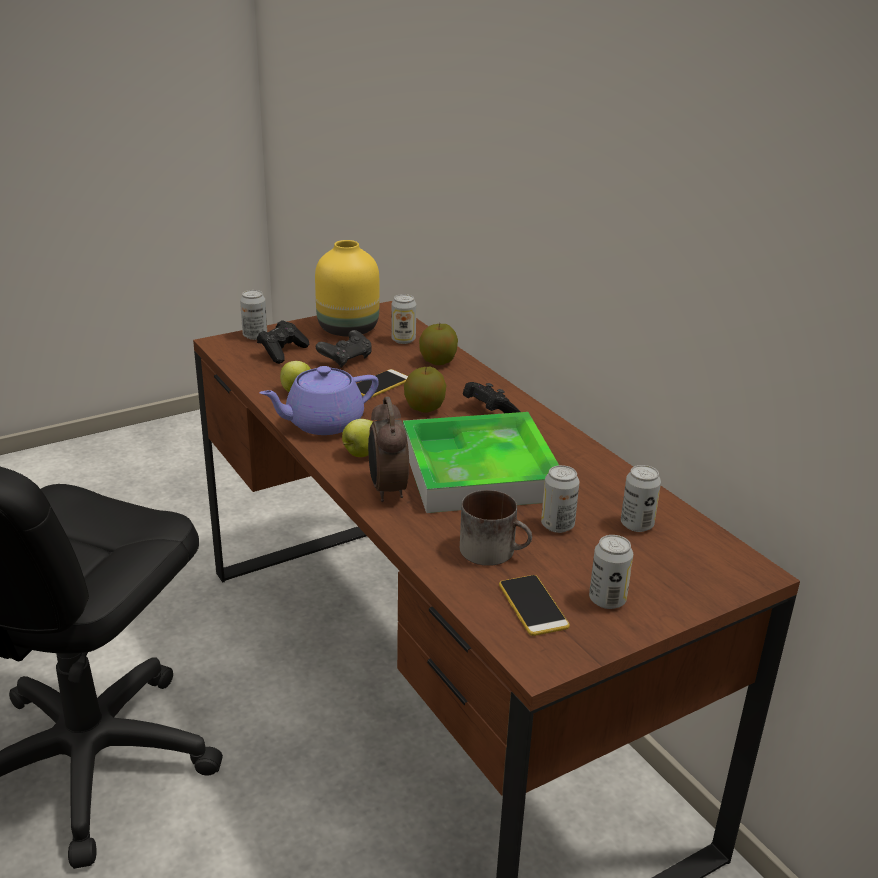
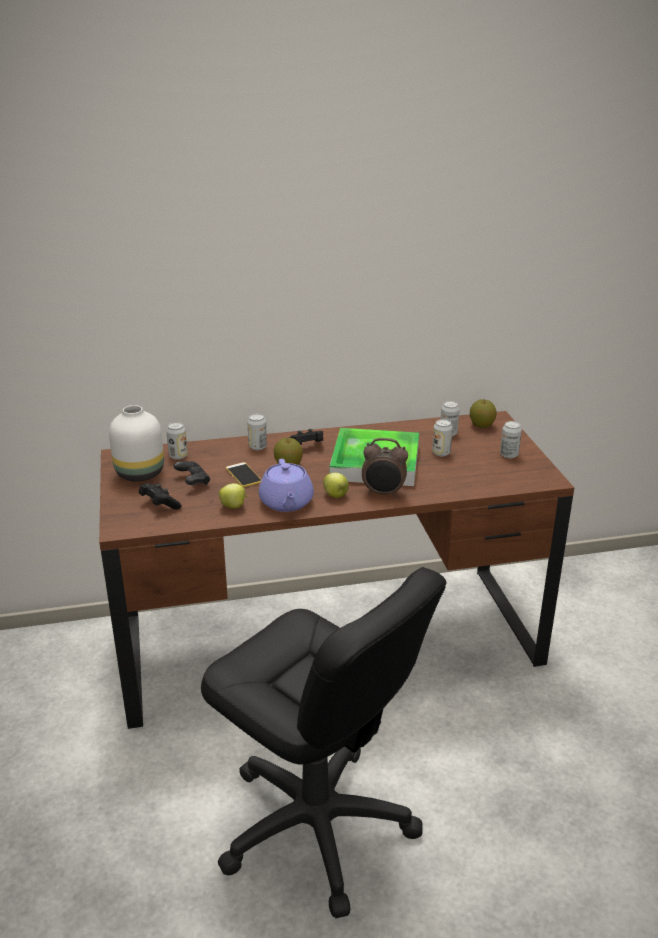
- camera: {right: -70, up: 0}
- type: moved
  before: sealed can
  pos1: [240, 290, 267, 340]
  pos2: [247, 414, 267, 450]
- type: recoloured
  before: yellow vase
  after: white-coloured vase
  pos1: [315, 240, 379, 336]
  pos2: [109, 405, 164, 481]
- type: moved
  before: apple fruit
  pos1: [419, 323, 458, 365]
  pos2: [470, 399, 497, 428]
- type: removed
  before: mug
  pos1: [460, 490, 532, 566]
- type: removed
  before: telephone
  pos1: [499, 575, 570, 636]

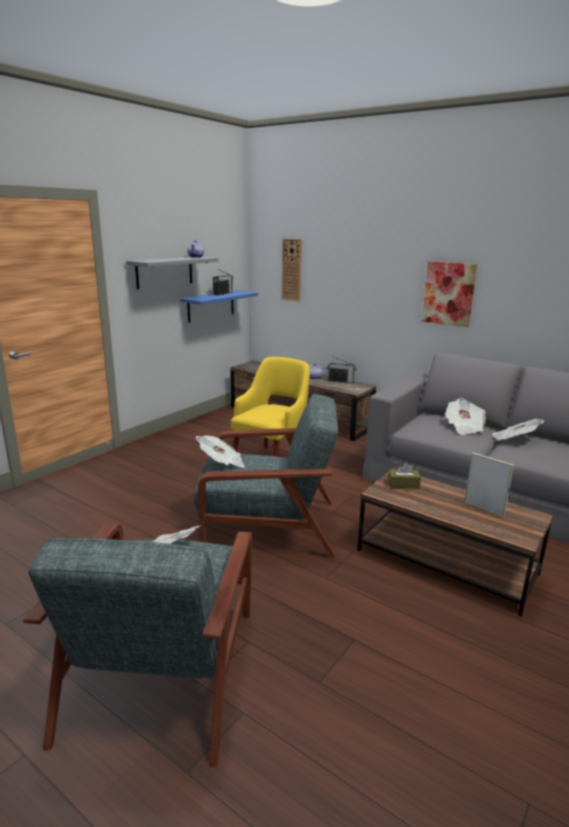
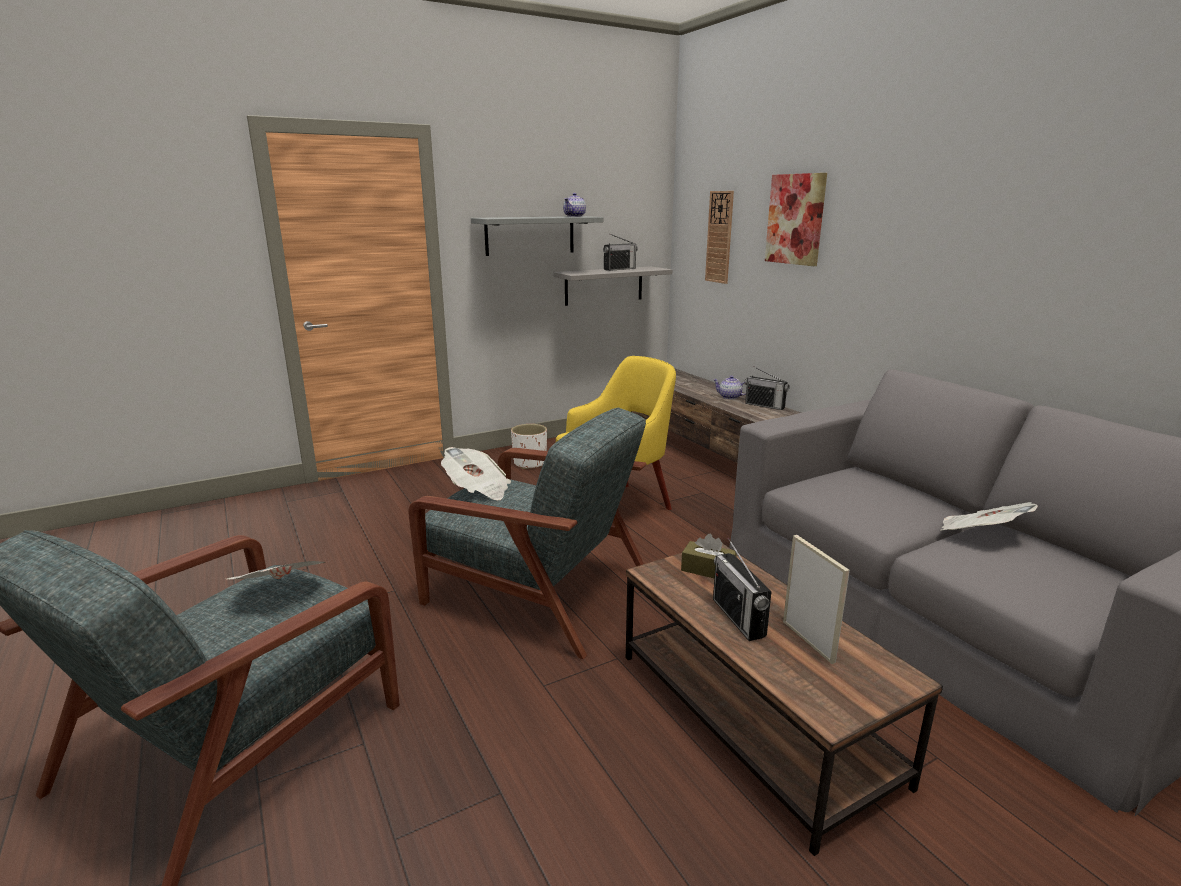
- camera: {right: 25, up: 0}
- type: recoloured
  before: bluish shelf
  after: grey shelf
  pos1: [180, 290, 258, 323]
  pos2: [553, 266, 672, 306]
- type: moved
  before: wall picture
  pos1: [422, 261, 477, 327]
  pos2: [765, 173, 827, 266]
- type: removed
  before: printed paper
  pos1: [445, 398, 486, 435]
- type: added
  after: white-coloured flower pot
  pos2: [511, 424, 547, 469]
- type: added
  after: radio set
  pos2: [713, 538, 772, 641]

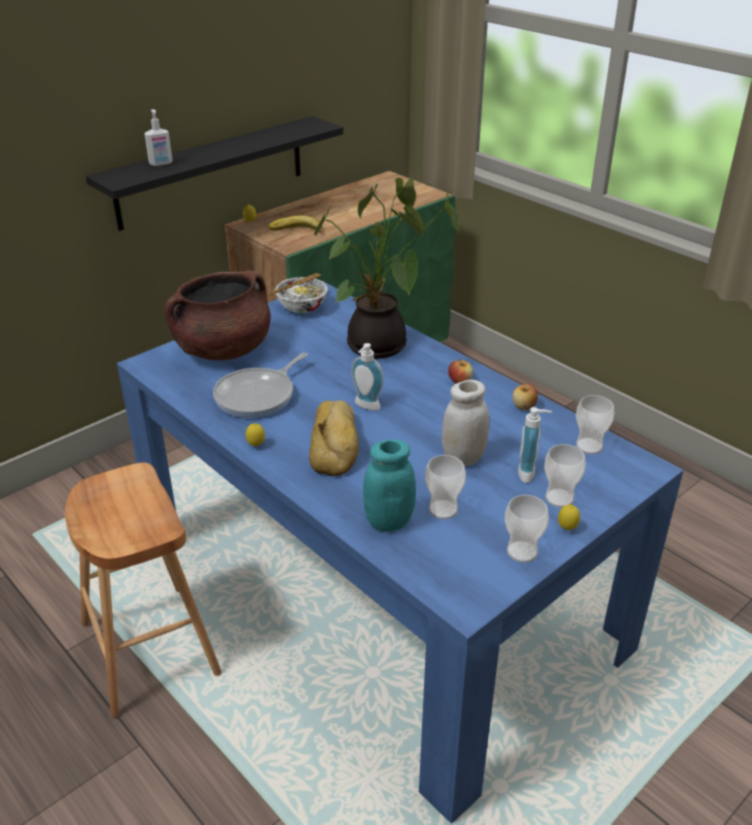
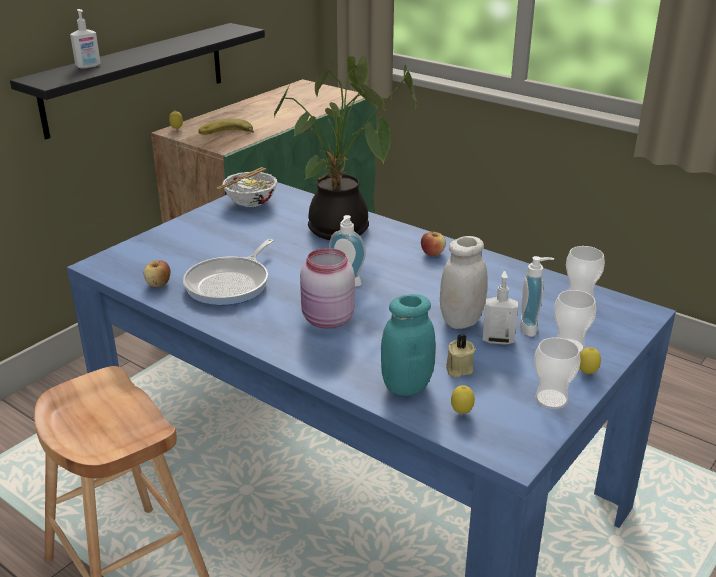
- camera: {right: -10, up: -5}
- type: removed
  before: brown-coloured cooking pot
  pos1: [165, 271, 271, 360]
- type: moved
  before: whole lemon
  pos1: [246, 423, 265, 446]
  pos2: [451, 385, 475, 414]
- type: replaced
  before: bakery bread
  after: pink preserve jar
  pos1: [309, 400, 359, 476]
  pos2: [300, 248, 355, 329]
- type: replaced
  before: small cup
  after: beige-coloured wax candle
  pos1: [425, 455, 466, 519]
  pos2: [446, 335, 475, 378]
- type: moved
  before: apple fruit
  pos1: [512, 384, 538, 410]
  pos2: [144, 260, 170, 287]
- type: added
  after: soap bottle
  pos2: [483, 271, 518, 345]

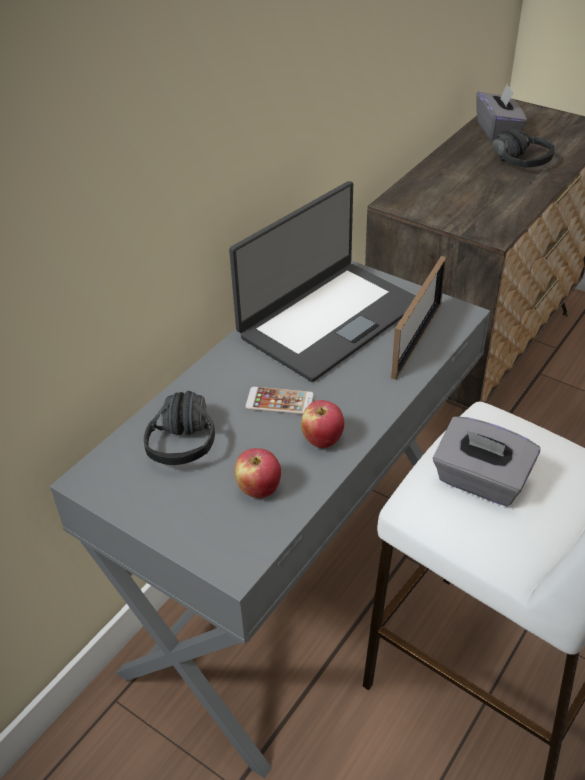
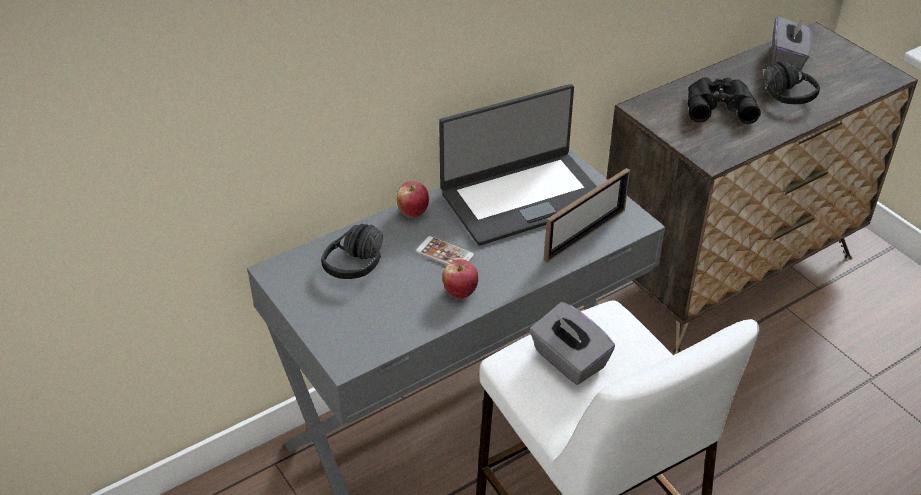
- camera: {right: 20, up: 0}
- type: moved
  before: apple fruit
  pos1: [235, 448, 281, 498]
  pos2: [397, 181, 429, 218]
- type: added
  after: black field glasses
  pos2: [688, 77, 761, 124]

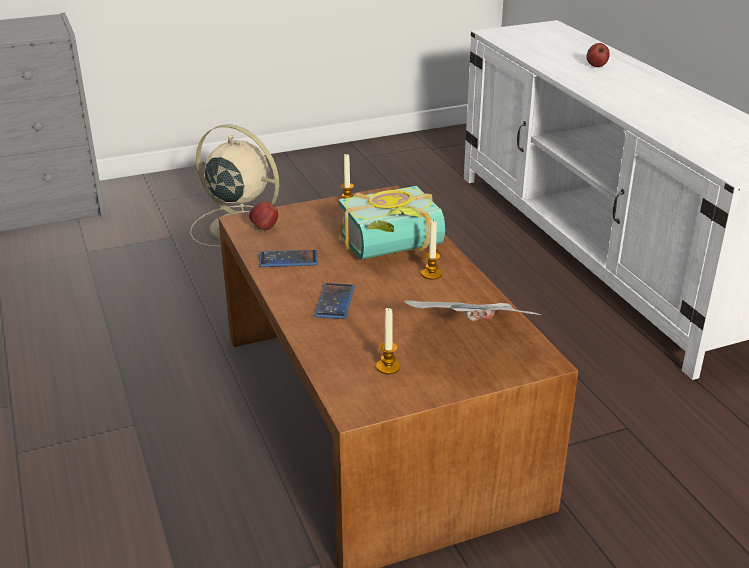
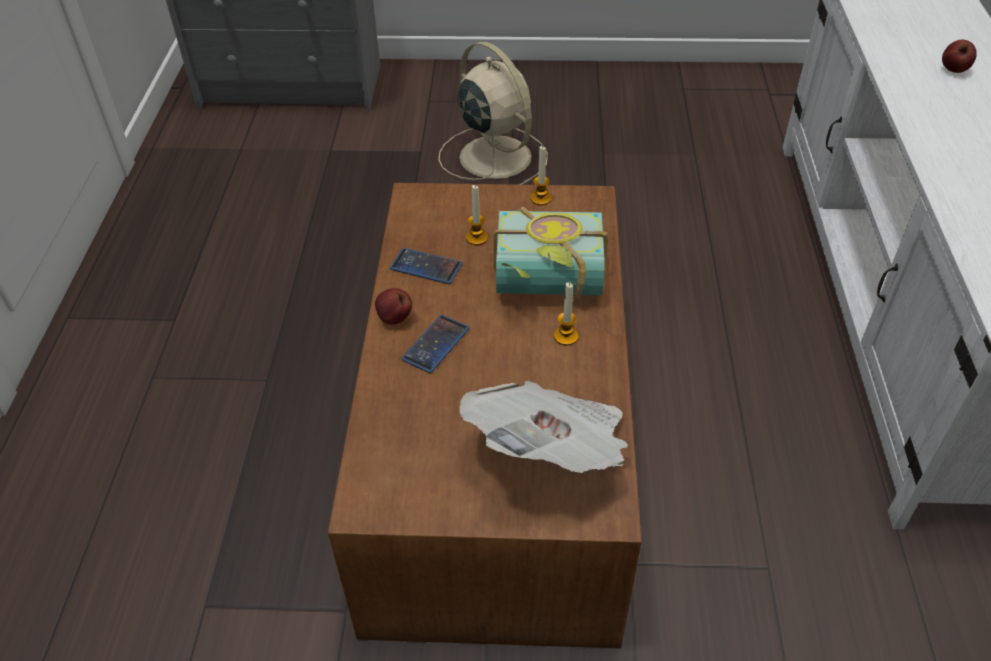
- camera: {right: 25, up: 15}
- type: moved
  before: apple fruit
  pos1: [249, 201, 278, 230]
  pos2: [375, 288, 412, 325]
- type: moved
  before: wax candle
  pos1: [376, 307, 400, 374]
  pos2: [466, 185, 488, 245]

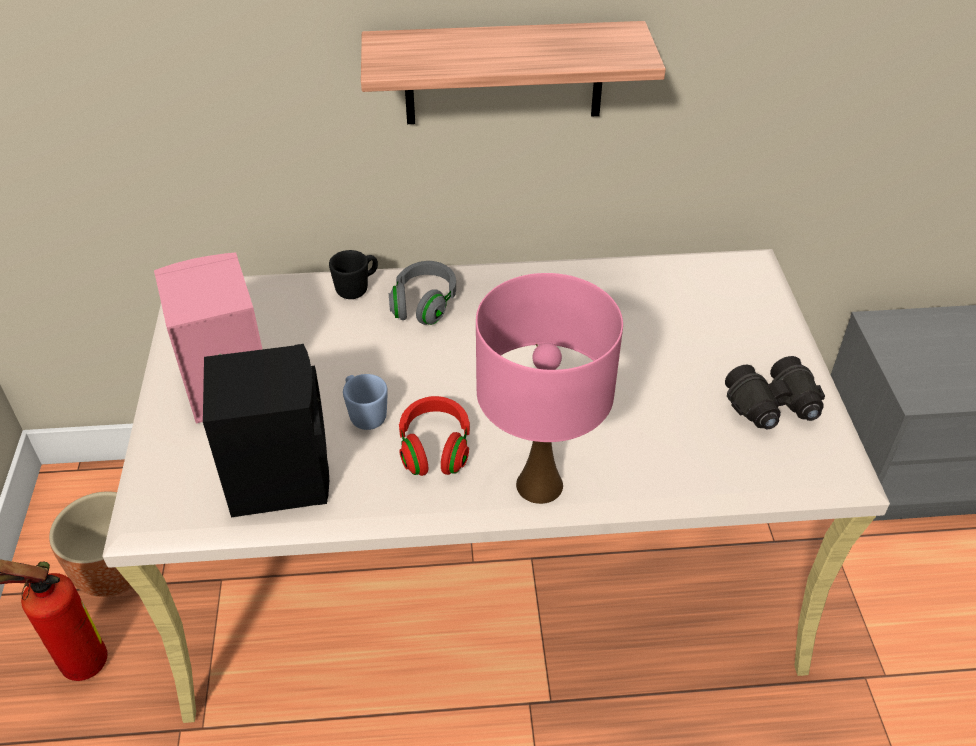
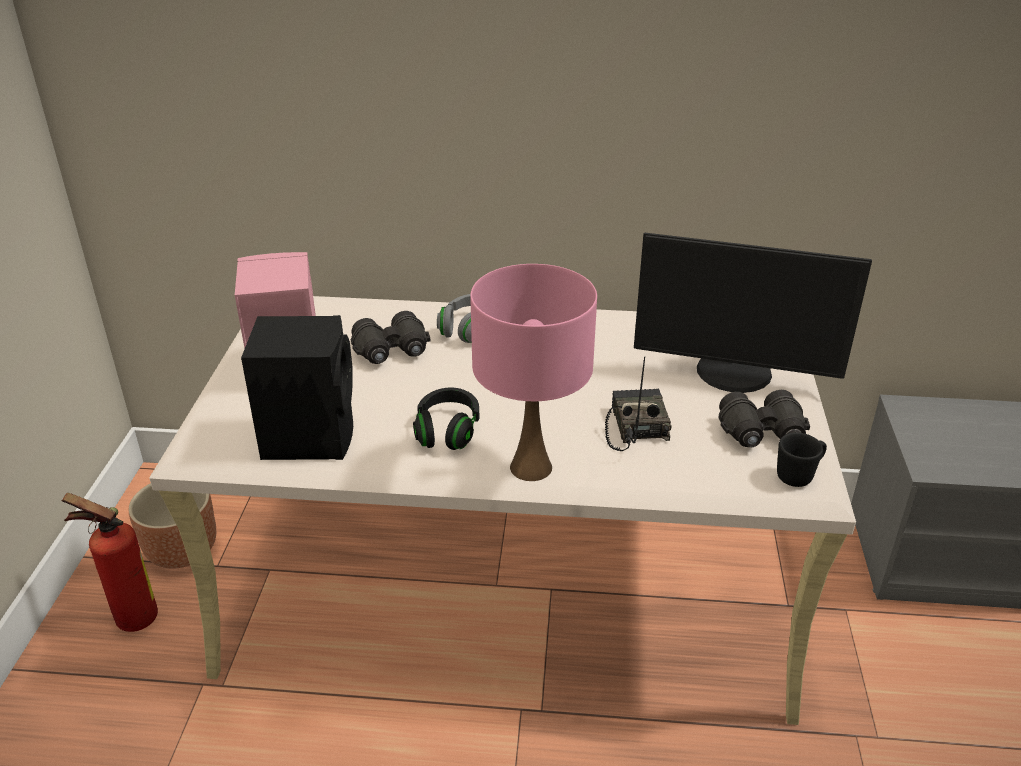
- camera: {right: 10, up: -10}
- type: moved
  before: black mug
  pos1: [329, 250, 378, 299]
  pos2: [777, 433, 827, 487]
- type: removed
  before: bluish mug
  pos1: [343, 374, 388, 430]
- type: removed
  before: shelf
  pos1: [361, 21, 666, 124]
- type: recoloured
  before: red-coloured pair of headphones
  after: black pair of headphones
  pos1: [399, 396, 470, 476]
  pos2: [413, 388, 479, 450]
- type: added
  after: black field glasses
  pos2: [351, 311, 430, 364]
- type: added
  after: radio set
  pos2: [605, 357, 672, 451]
- type: added
  after: computer display
  pos2: [634, 232, 872, 393]

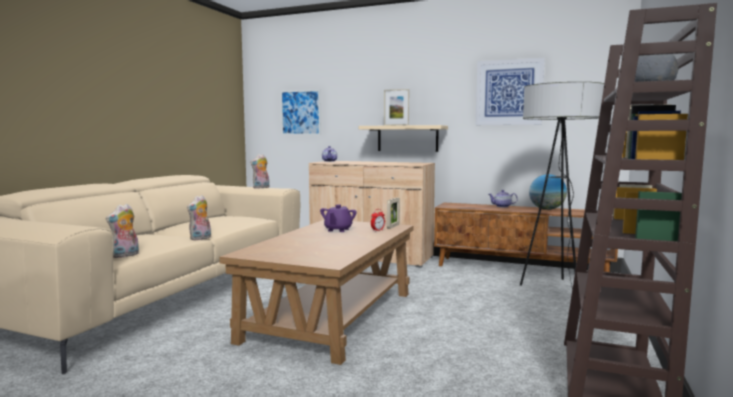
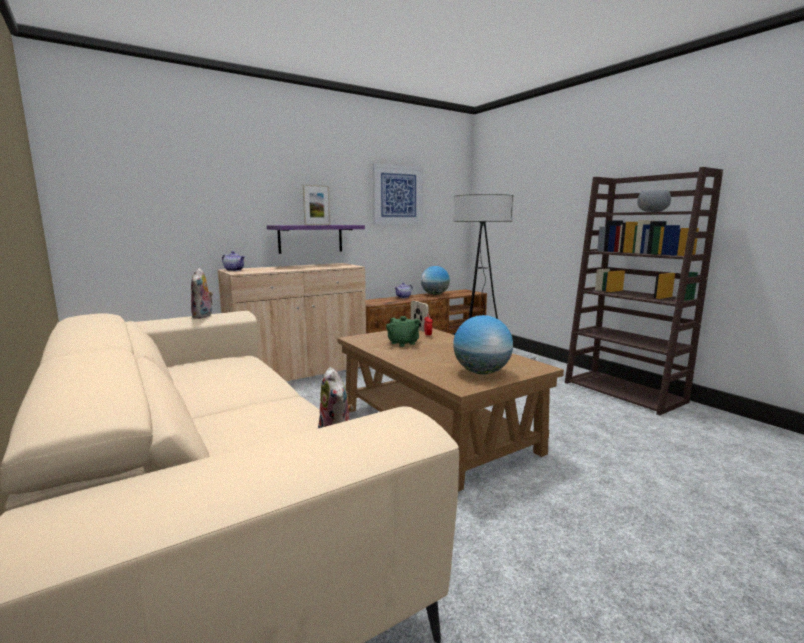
- camera: {right: -55, up: 5}
- type: removed
  before: soft toy
  pos1: [187, 195, 211, 240]
- type: removed
  before: wall picture
  pos1: [281, 89, 321, 135]
- type: recoloured
  before: purple pot for tea
  after: greenish pot for tea
  pos1: [320, 204, 357, 232]
  pos2: [386, 316, 420, 347]
- type: recoloured
  before: beige-coloured shelf
  after: purple shelf
  pos1: [359, 125, 448, 152]
  pos2: [267, 225, 365, 254]
- type: added
  after: globe
  pos2: [453, 315, 513, 374]

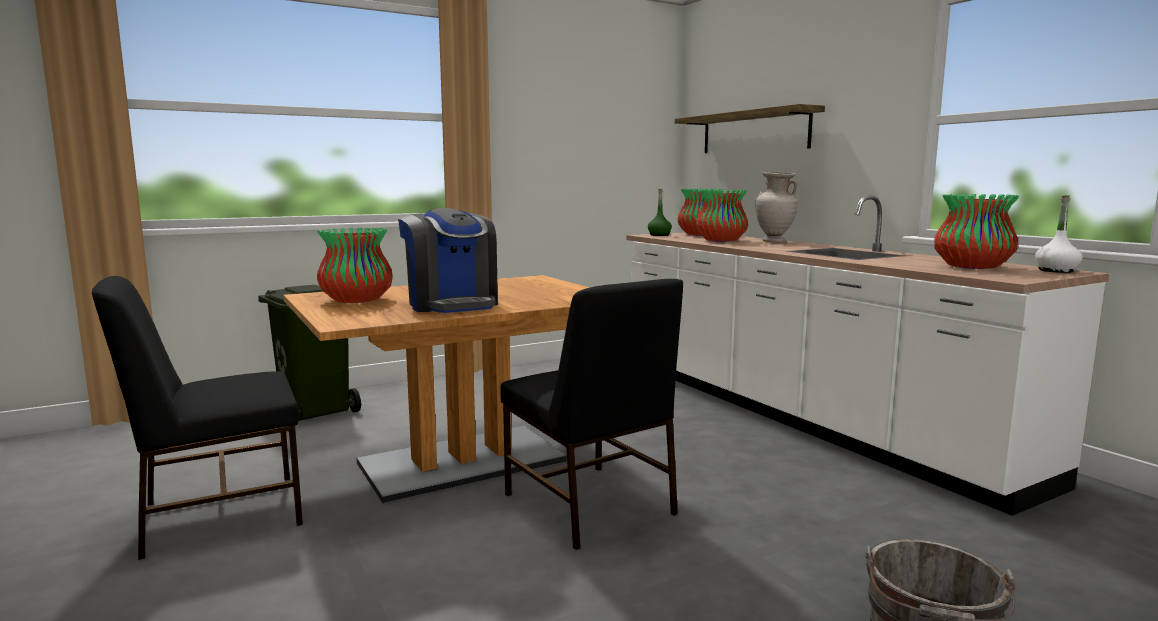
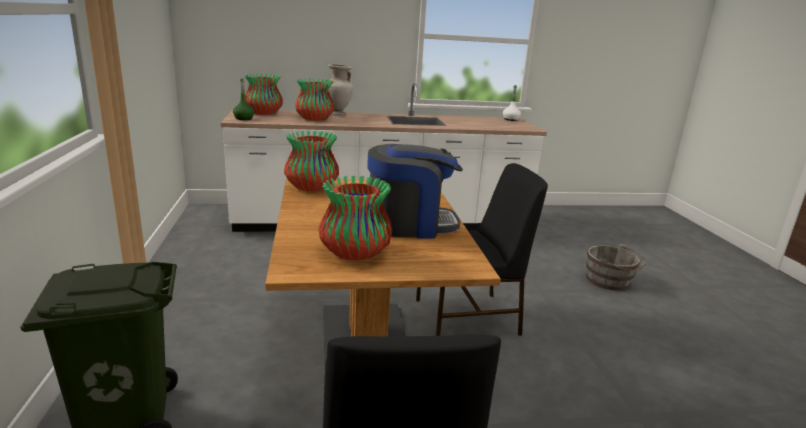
- camera: {right: -70, up: 10}
- type: removed
  before: shelf
  pos1: [675, 104, 825, 153]
- type: moved
  before: vase
  pos1: [934, 194, 1019, 269]
  pos2: [284, 131, 339, 191]

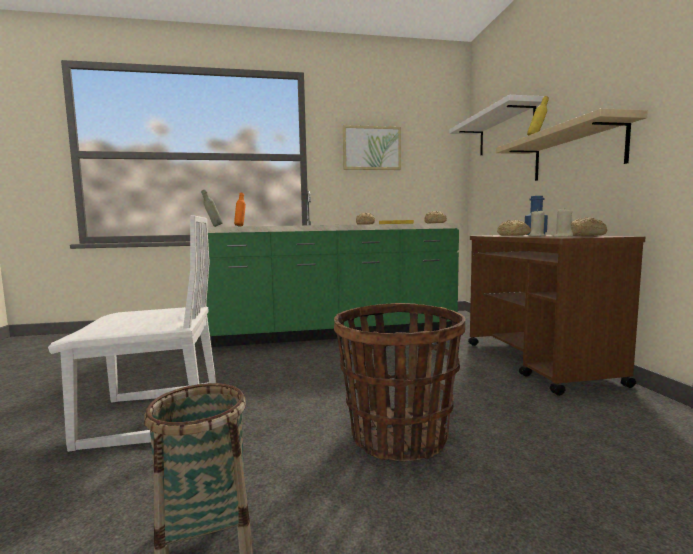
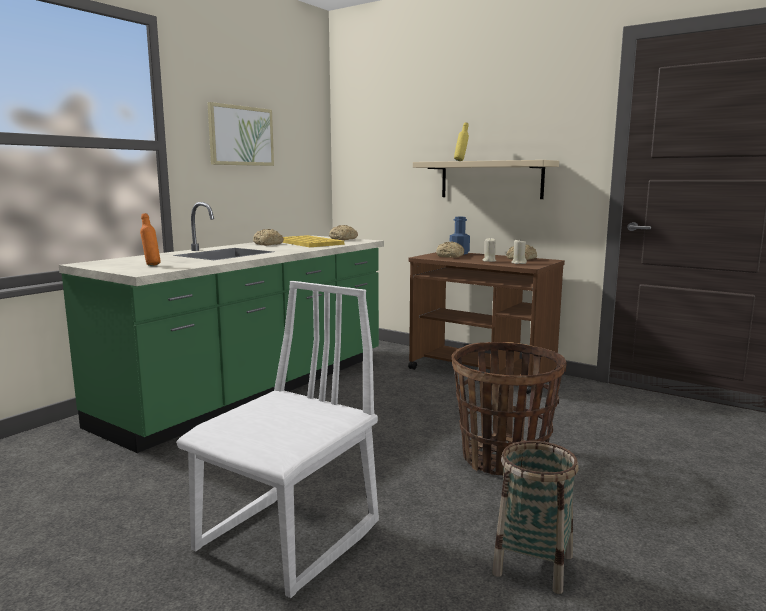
- camera: {right: -45, up: 5}
- type: removed
  before: grey bottle
  pos1: [201, 190, 223, 227]
- type: removed
  before: white-coloured shelf
  pos1: [449, 95, 544, 156]

